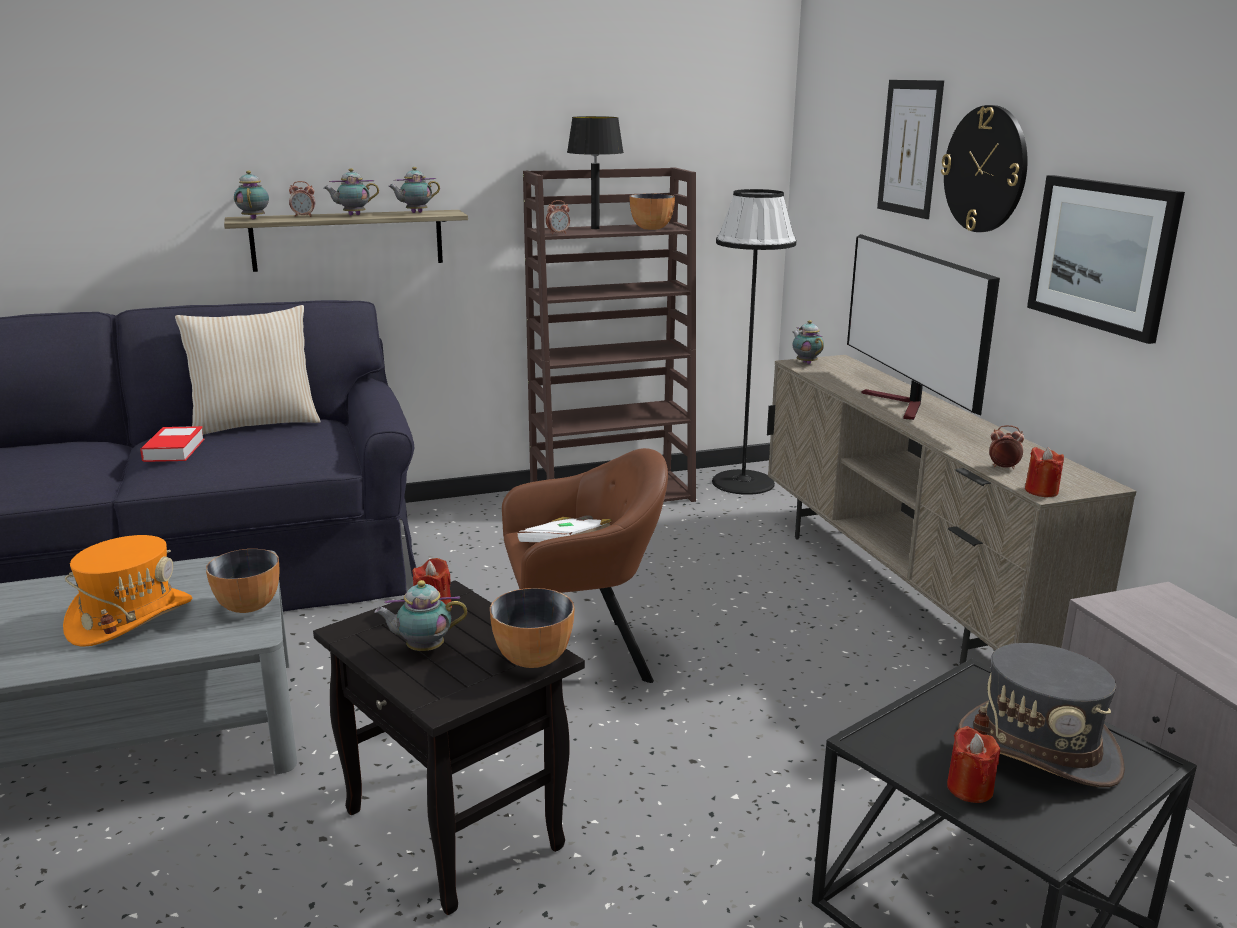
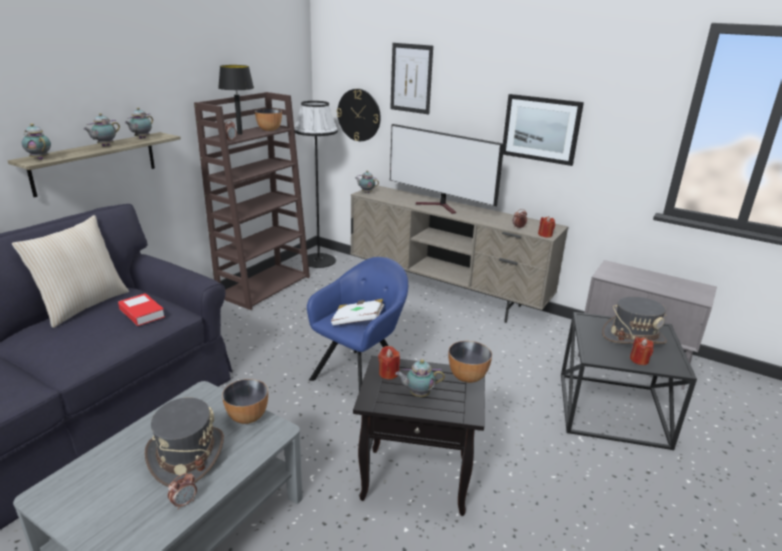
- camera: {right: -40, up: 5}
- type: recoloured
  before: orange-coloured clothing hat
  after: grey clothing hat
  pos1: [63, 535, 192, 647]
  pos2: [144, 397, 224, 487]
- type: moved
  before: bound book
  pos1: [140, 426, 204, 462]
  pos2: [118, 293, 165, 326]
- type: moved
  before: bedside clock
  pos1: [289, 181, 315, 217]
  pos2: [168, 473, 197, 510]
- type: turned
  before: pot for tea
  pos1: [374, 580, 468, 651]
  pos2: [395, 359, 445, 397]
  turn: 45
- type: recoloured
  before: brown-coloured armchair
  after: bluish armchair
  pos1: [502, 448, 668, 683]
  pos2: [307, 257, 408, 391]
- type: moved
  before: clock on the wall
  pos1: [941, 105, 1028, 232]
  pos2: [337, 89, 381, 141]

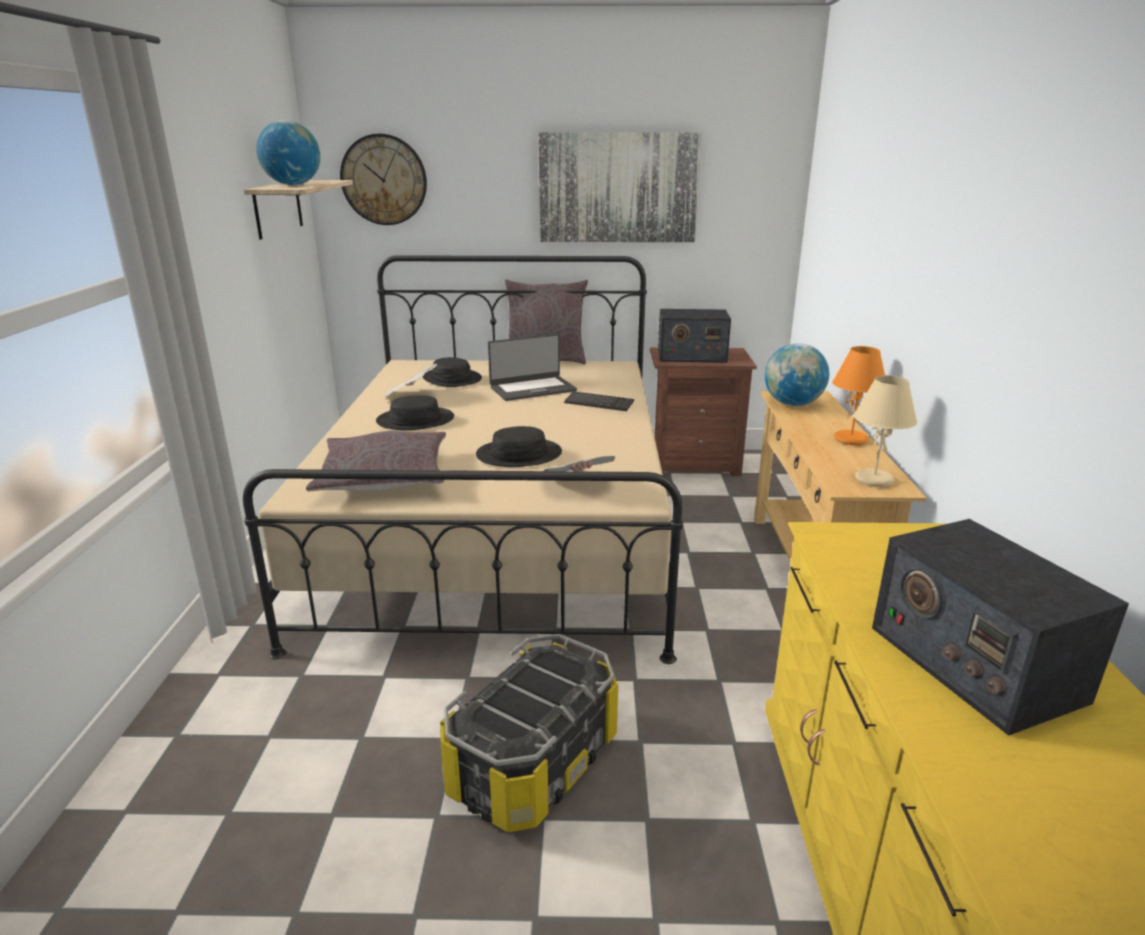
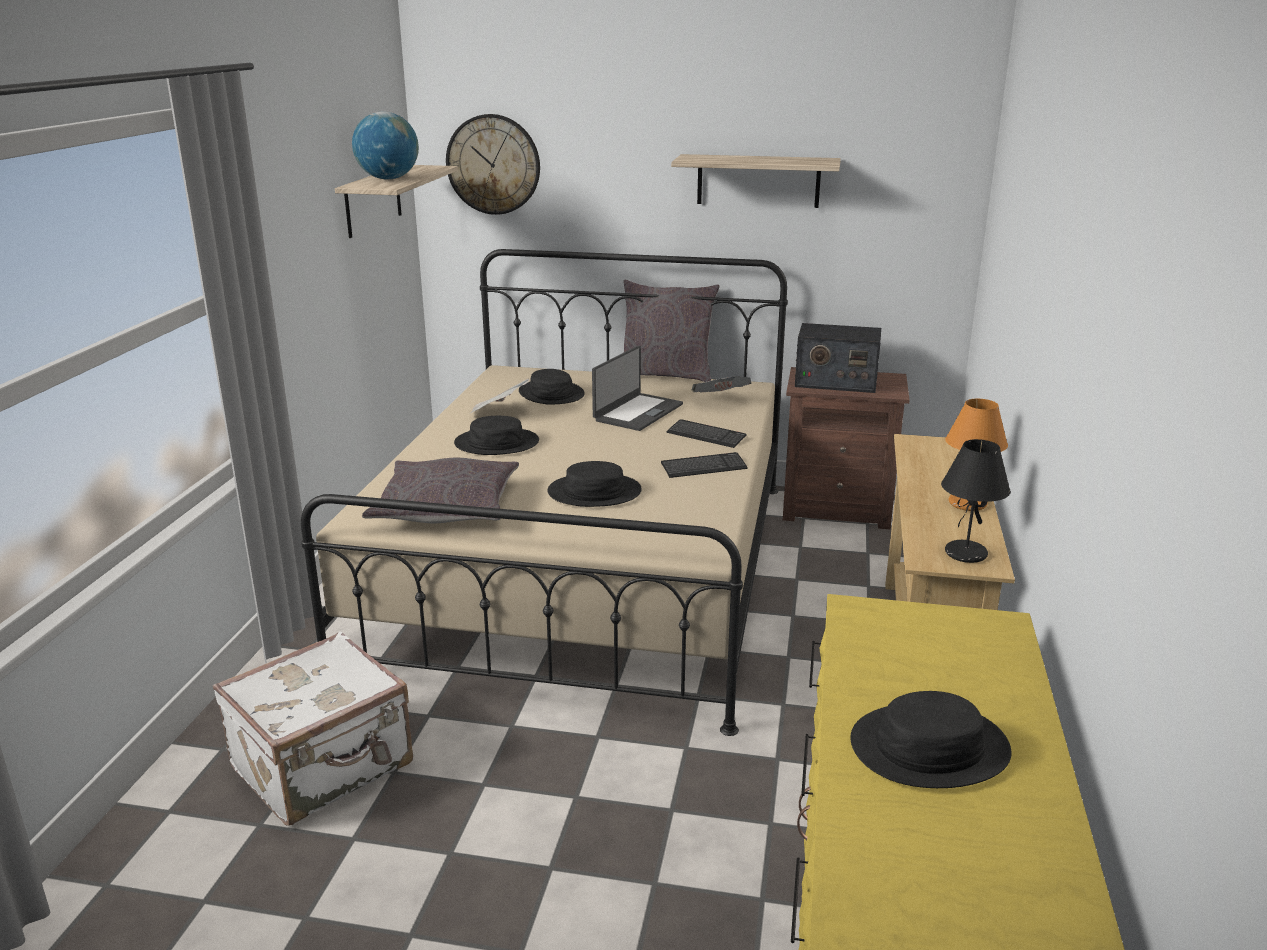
- camera: {right: 10, up: 0}
- type: removed
  before: storage bin
  pos1: [440, 634, 618, 832]
- type: turned
  before: portable computer
  pos1: [488, 334, 577, 401]
  pos2: [592, 346, 683, 431]
  turn: -45
- type: replaced
  before: wall picture
  after: shelf
  pos1: [539, 133, 701, 242]
  pos2: [671, 154, 841, 208]
- type: moved
  before: printed paper
  pos1: [544, 456, 616, 471]
  pos2: [692, 376, 751, 392]
- type: removed
  before: globe
  pos1: [764, 343, 829, 406]
- type: recoloured
  before: beige-coloured tabletop lamp
  after: black tabletop lamp
  pos1: [854, 375, 917, 487]
  pos2: [941, 439, 1011, 563]
- type: replaced
  before: radio set
  after: black clothing hat
  pos1: [872, 519, 1129, 736]
  pos2: [850, 691, 1012, 788]
- type: added
  after: white-coloured travel case
  pos2: [213, 631, 413, 826]
- type: added
  after: computer keyboard
  pos2: [661, 452, 748, 478]

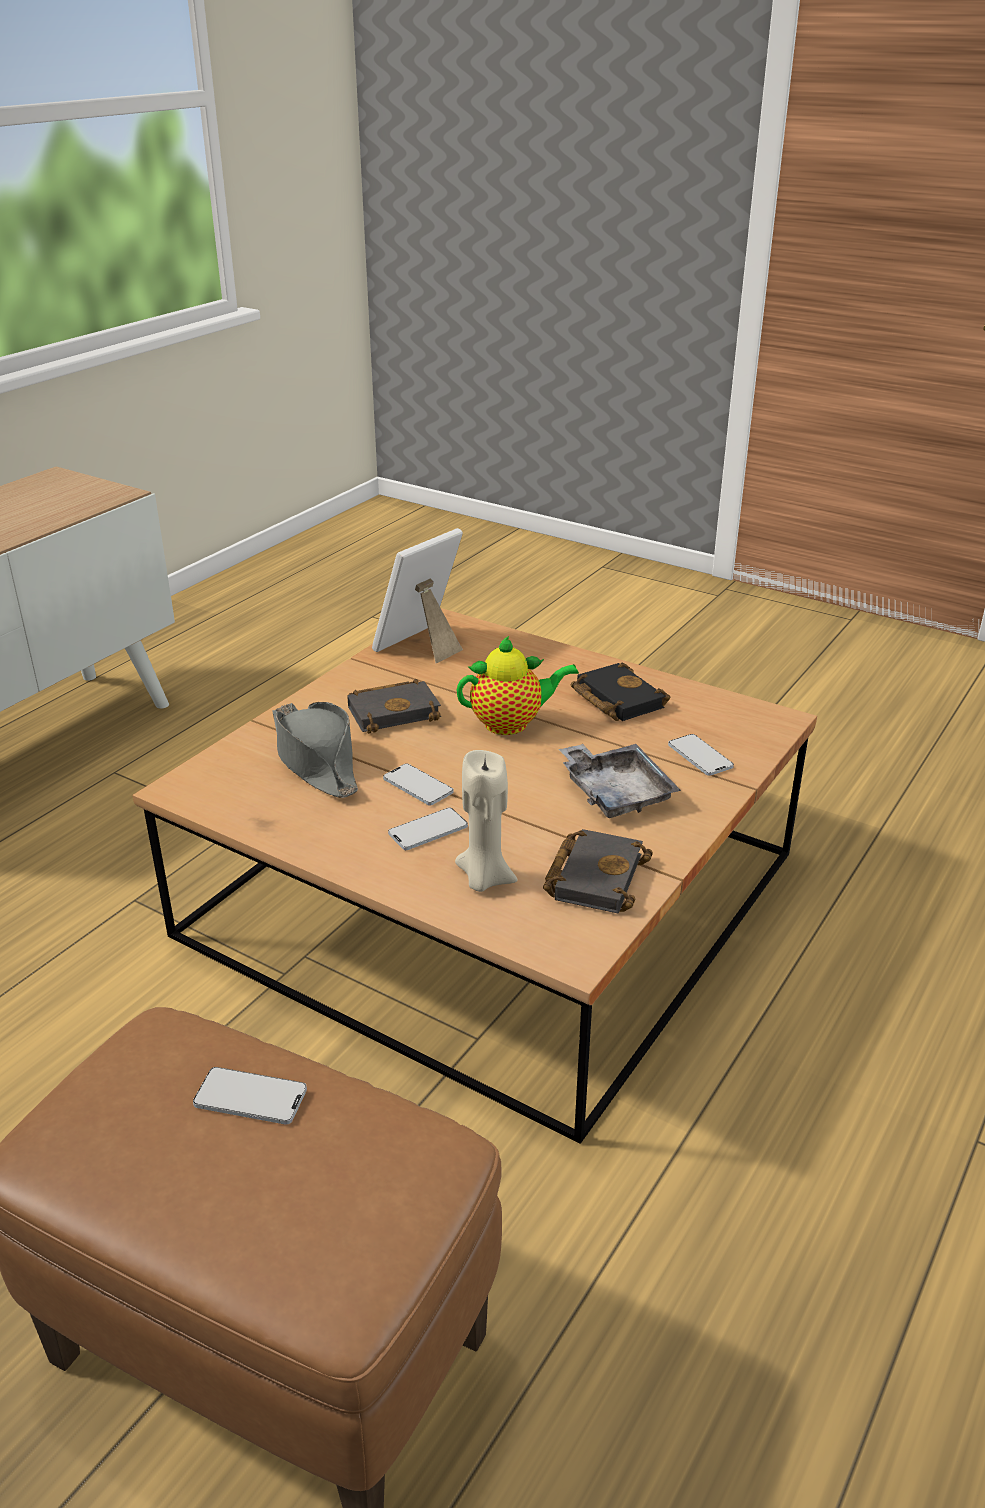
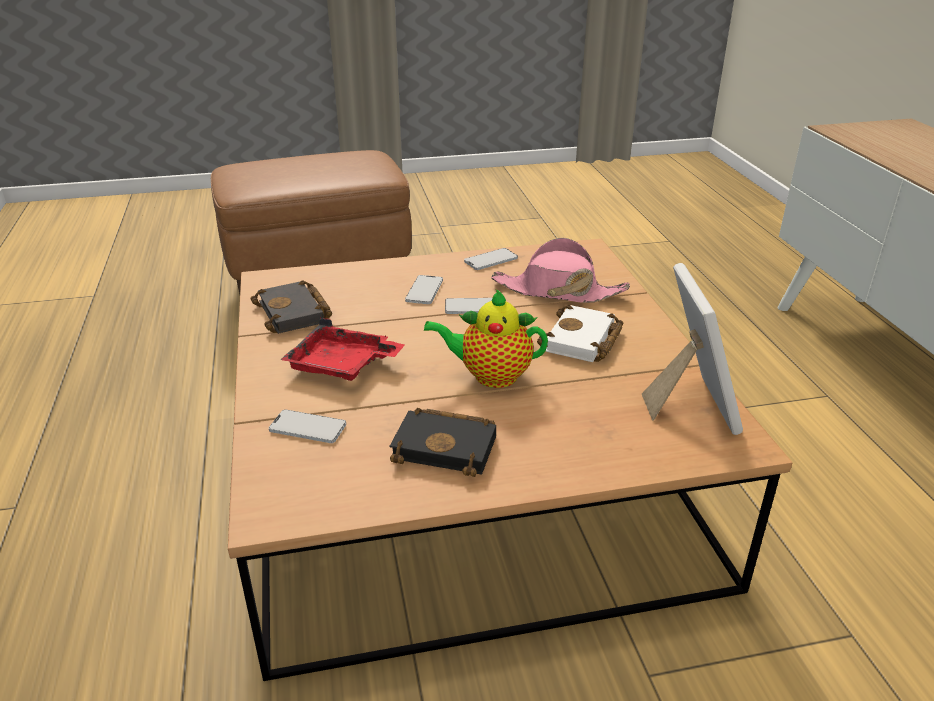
- camera: {right: 135, up: 0}
- type: moved
  before: telephone
  pos1: [193, 1067, 307, 1124]
  pos2: [464, 248, 518, 270]
- type: recoloured
  before: grey clothing hat
  after: pink clothing hat
  pos1: [272, 702, 358, 798]
  pos2: [491, 238, 630, 303]
- type: recoloured
  before: black bound book
  after: white-coloured bound book
  pos1: [347, 679, 441, 734]
  pos2: [537, 305, 624, 362]
- type: removed
  before: beige-coloured wax candle
  pos1: [455, 750, 518, 892]
- type: turned
  before: pot for tea
  pos1: [456, 636, 579, 735]
  pos2: [424, 289, 548, 388]
  turn: 60
- type: recoloured
  before: grey serving tray
  after: red-coloured serving tray
  pos1: [559, 744, 681, 818]
  pos2: [280, 318, 405, 381]

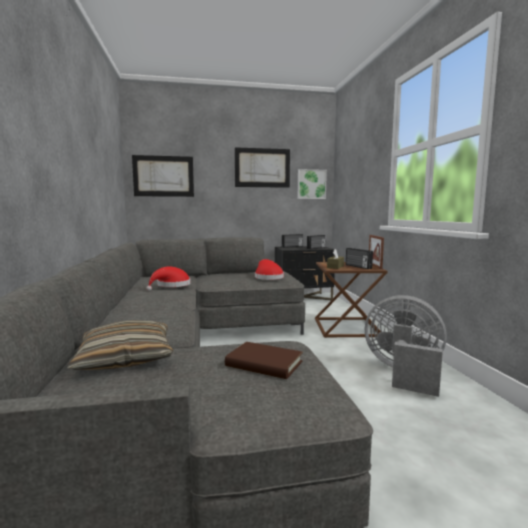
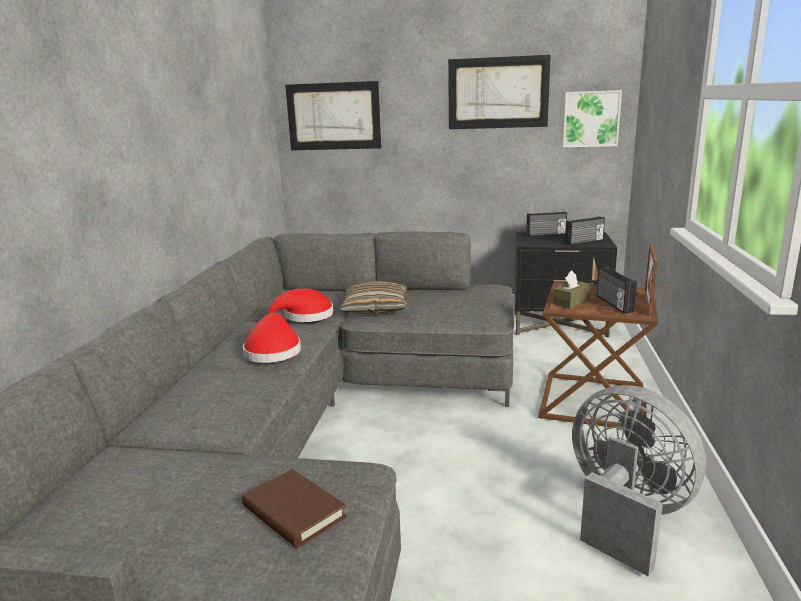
- camera: {right: 20, up: 10}
- type: moved
  before: throw pillow
  pos1: [67, 320, 173, 370]
  pos2: [340, 281, 407, 314]
- type: moved
  before: red-coloured clothing hat
  pos1: [255, 259, 284, 280]
  pos2: [243, 313, 301, 363]

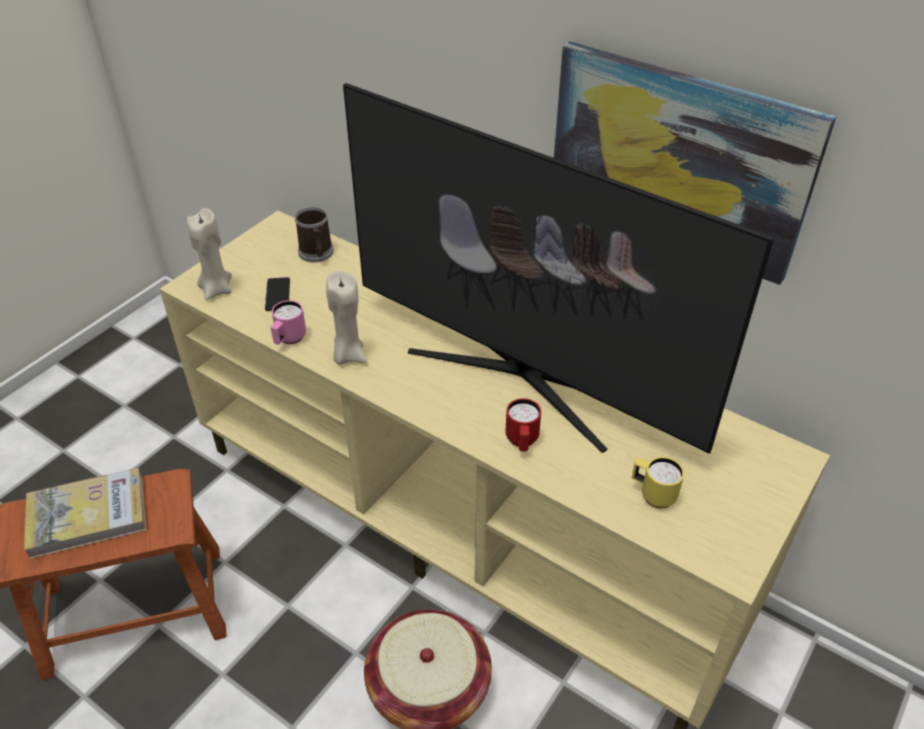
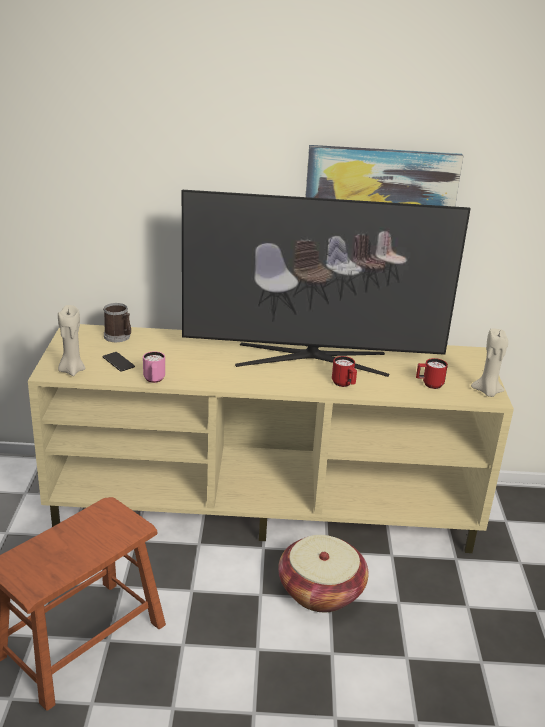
- camera: {right: -35, up: -15}
- type: removed
  before: bound book
  pos1: [24, 467, 146, 559]
- type: moved
  before: beige-coloured wax candle
  pos1: [326, 271, 367, 365]
  pos2: [471, 328, 508, 397]
- type: recoloured
  before: yellow mug
  after: red-coloured mug
  pos1: [632, 457, 684, 508]
  pos2: [416, 358, 448, 389]

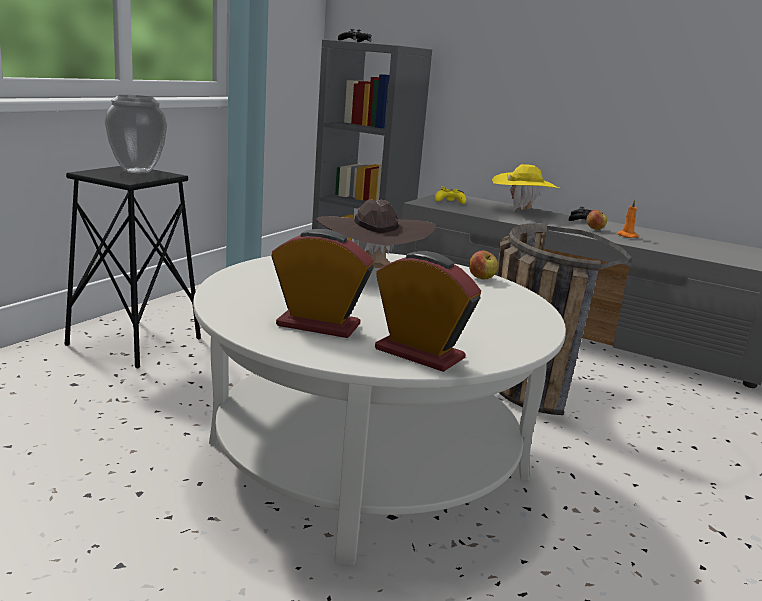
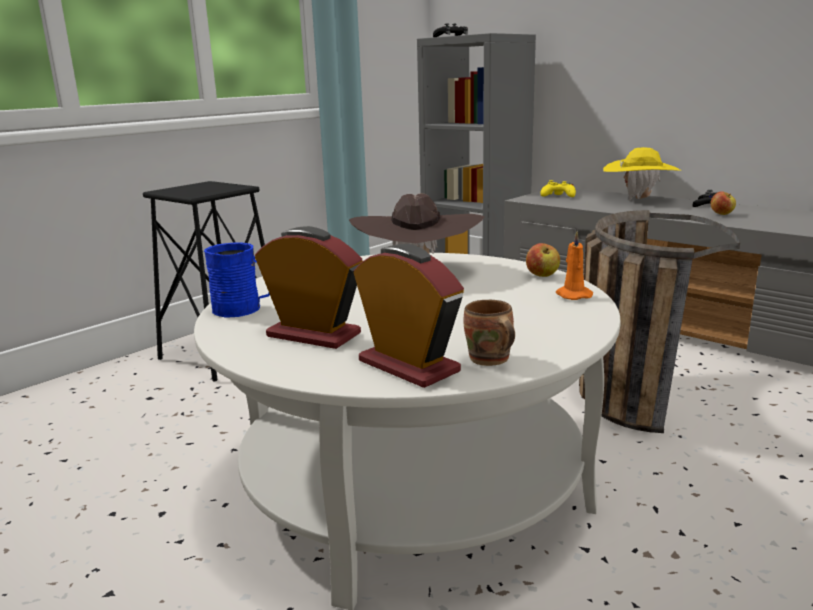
- camera: {right: 15, up: 0}
- type: removed
  before: vase
  pos1: [105, 95, 167, 173]
- type: moved
  before: orange-coloured wax candle
  pos1: [617, 199, 639, 238]
  pos2: [556, 231, 593, 300]
- type: added
  after: bluish mug
  pos2: [204, 242, 270, 318]
- type: added
  after: brown-coloured mug
  pos2: [464, 300, 515, 366]

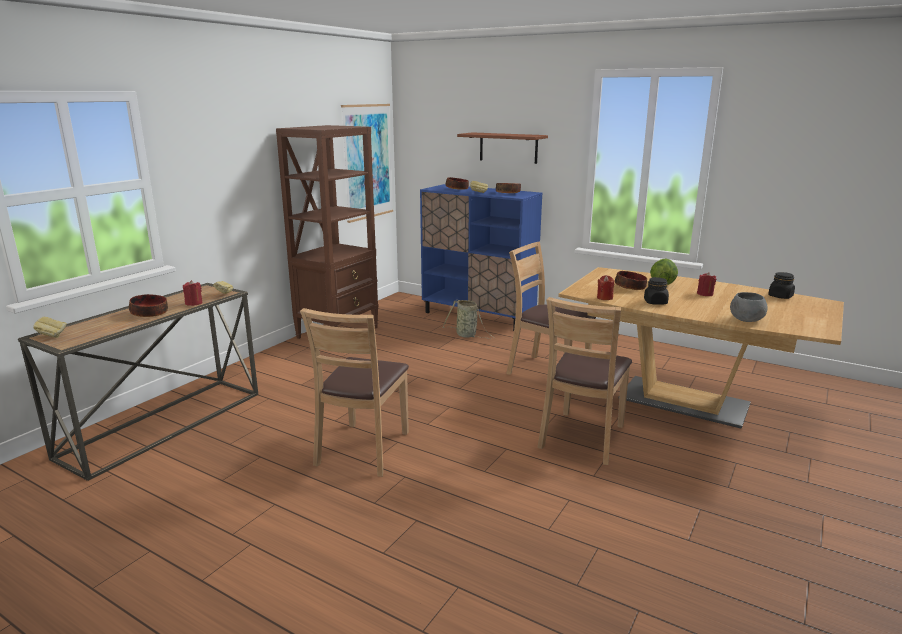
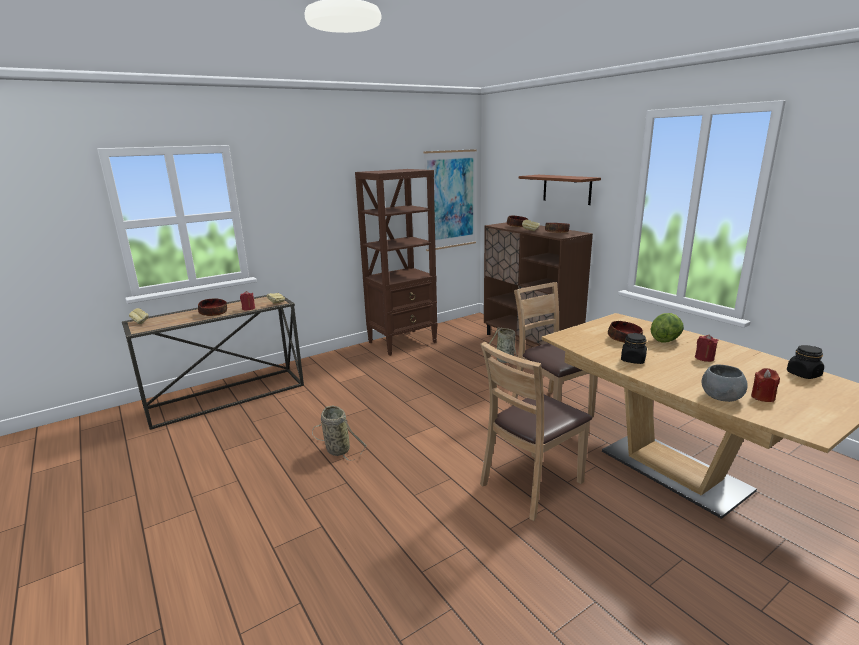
- camera: {right: 25, up: 0}
- type: replaced
  before: brown-coloured upright chair
  after: storage basket
  pos1: [300, 308, 409, 477]
  pos2: [312, 406, 367, 461]
- type: recoloured
  before: bluish cupboard
  after: brown-coloured cupboard
  pos1: [420, 184, 542, 331]
  pos2: [484, 222, 593, 346]
- type: moved
  before: red-coloured wax candle
  pos1: [597, 275, 614, 300]
  pos2: [751, 368, 780, 402]

